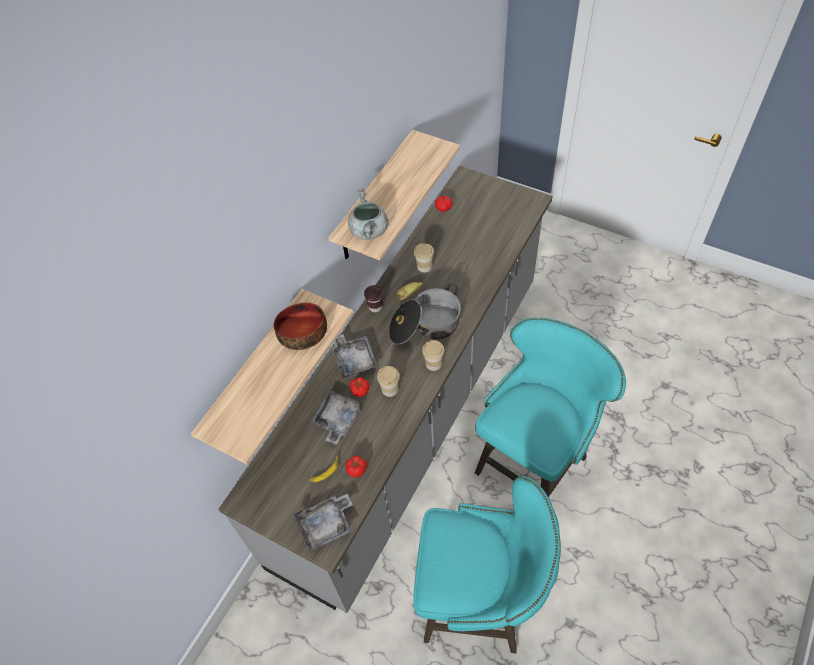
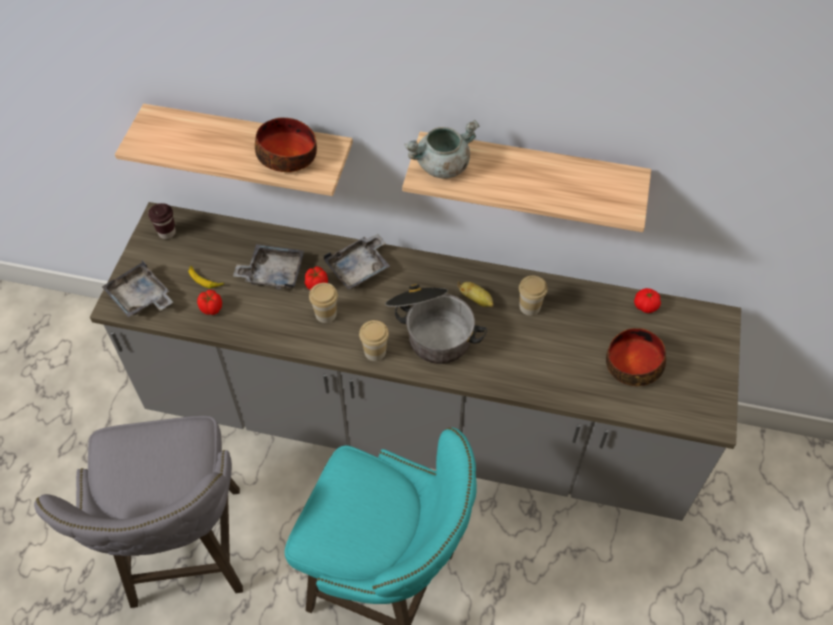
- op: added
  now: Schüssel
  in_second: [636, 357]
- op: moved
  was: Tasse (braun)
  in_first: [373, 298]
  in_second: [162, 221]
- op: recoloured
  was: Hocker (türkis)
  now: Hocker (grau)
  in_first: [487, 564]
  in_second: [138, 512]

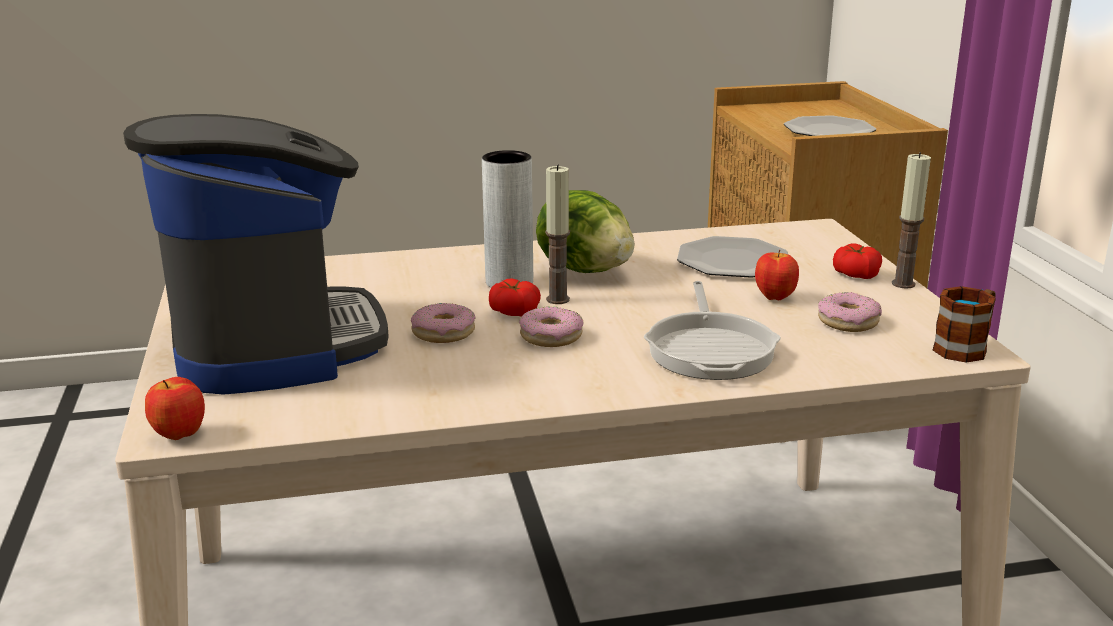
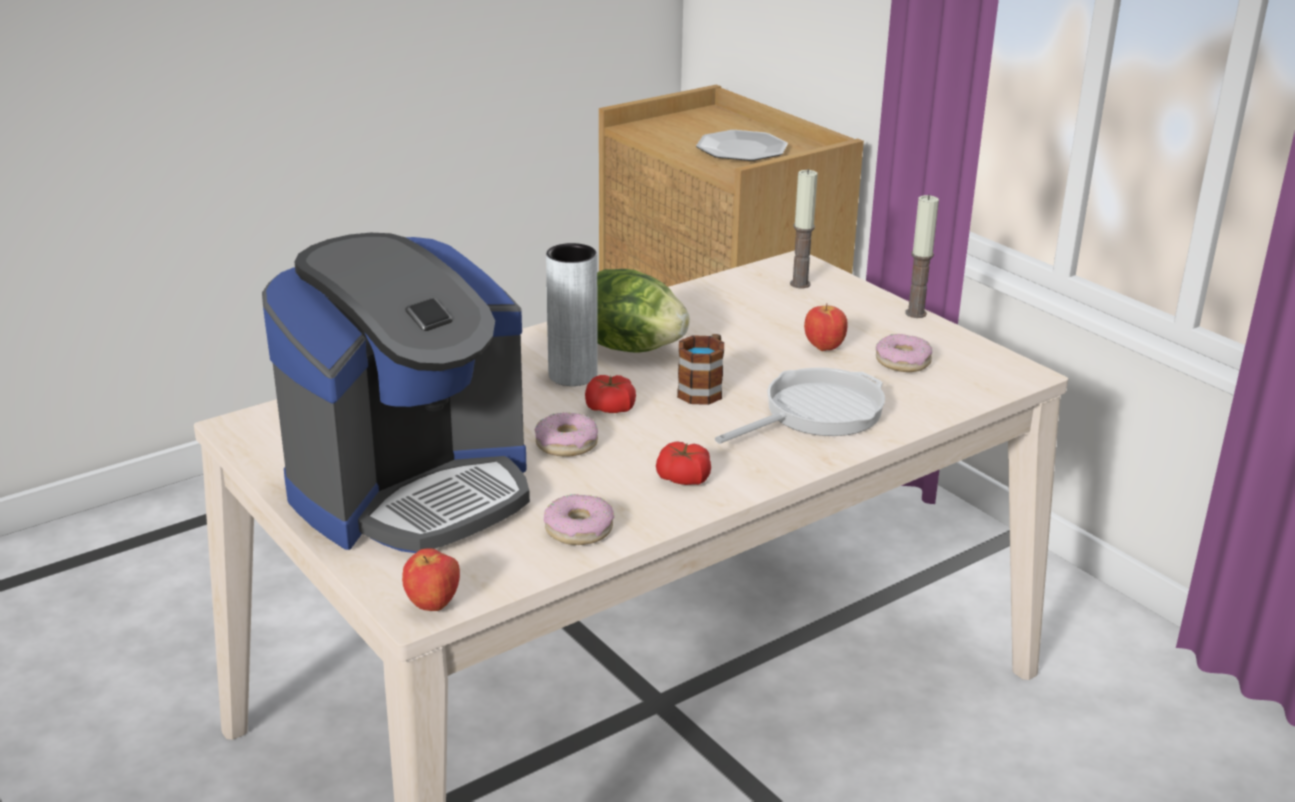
- op: removed
  was: Teller
  in_first: [732, 257]
- op: moved
  was: Donut
  in_first: [551, 326]
  in_second: [579, 519]
- op: moved
  was: Kerze
  in_first: [557, 234]
  in_second: [804, 228]
- op: moved
  was: Tomate
  in_first: [857, 261]
  in_second: [683, 463]
- op: moved
  was: Henkelbecher
  in_first: [964, 324]
  in_second: [700, 369]
- op: turned
  was: Kaffeemaschine
  in_first: [256, 254]
  in_second: [396, 393]
  clockwise: 90
- op: turned
  was: Pfanne
  in_first: [712, 330]
  in_second: [800, 406]
  clockwise: -105

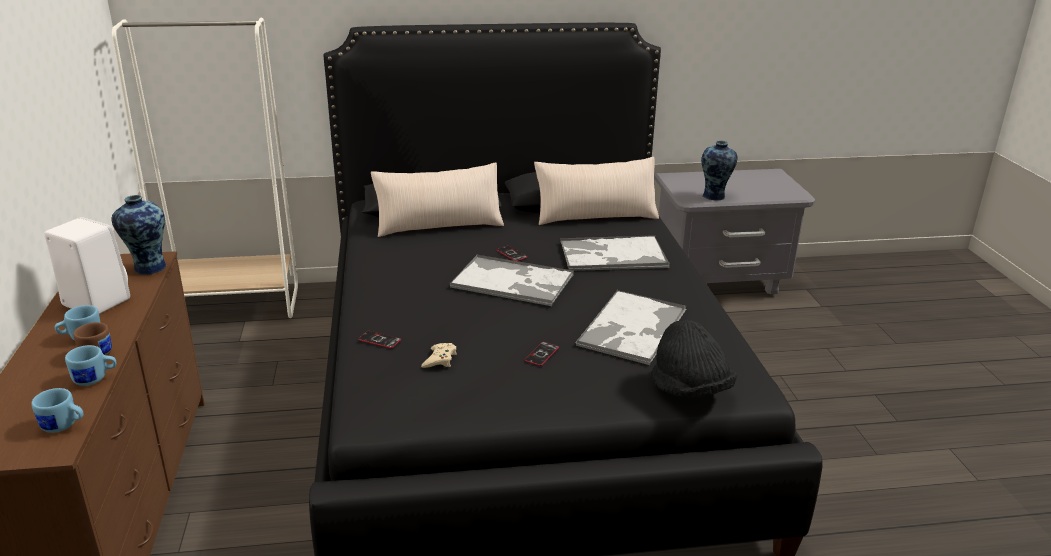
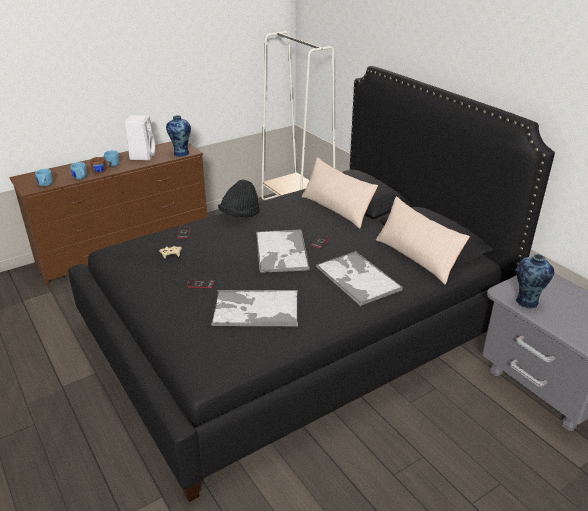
- op: moved
  was: Hut (schwarz)
  in_first: [694, 359]
  in_second: [239, 198]

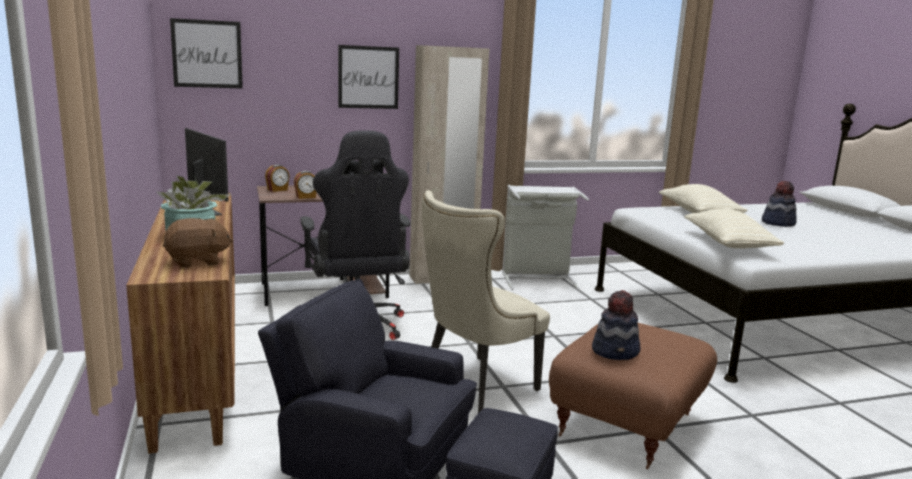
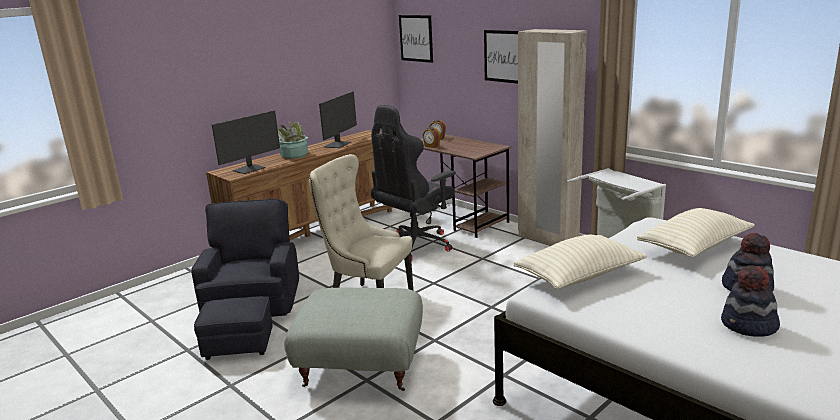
- op: moved
  was: Hut
  in_first: [616, 325]
  in_second: [750, 301]
- op: replaced
  was: Plüschtier (braun)
  now: Monitor
  in_first: [198, 242]
  in_second: [246, 142]
- op: recoloured
  was: Polsterhocker (braun)
  now: Polsterhocker (grau)
  in_first: [633, 396]
  in_second: [353, 339]

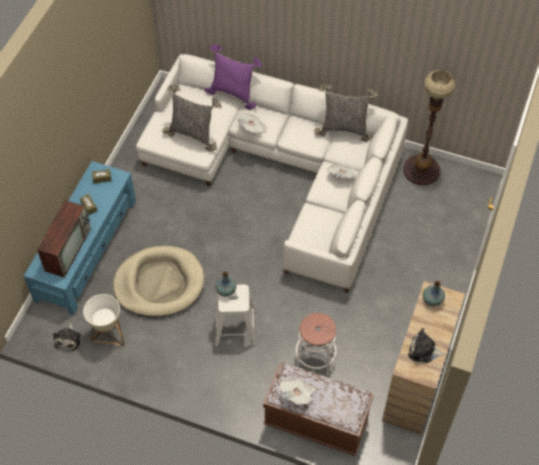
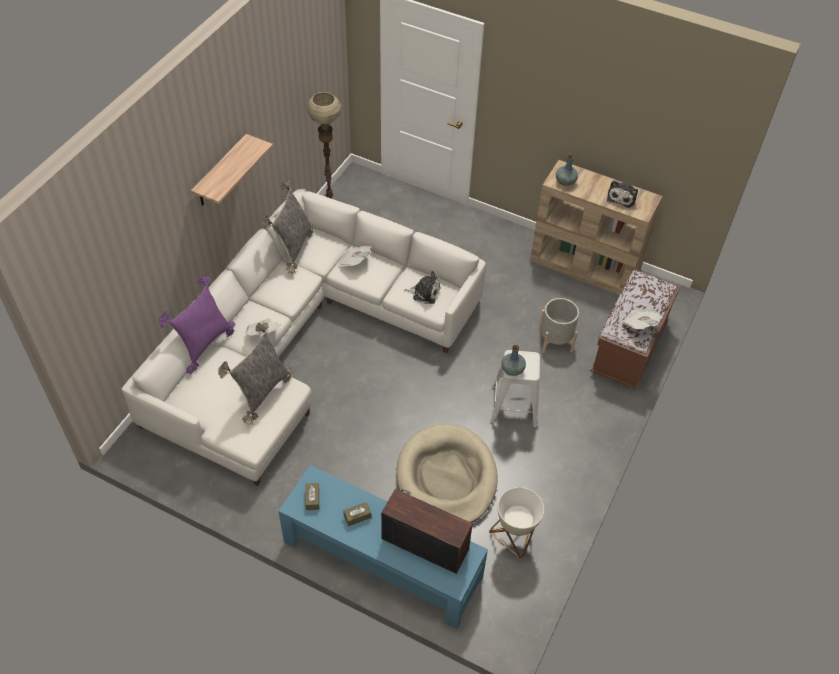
- op: added
  now: Wandregal
  in_second: [232, 170]
- op: moved
  was: Plüschtier
  in_first: [67, 336]
  in_second: [422, 287]
- op: replaced
  was: Hocker (weiß)
  now: Pflanzkübel (grau)
  in_first: [316, 344]
  in_second: [559, 325]

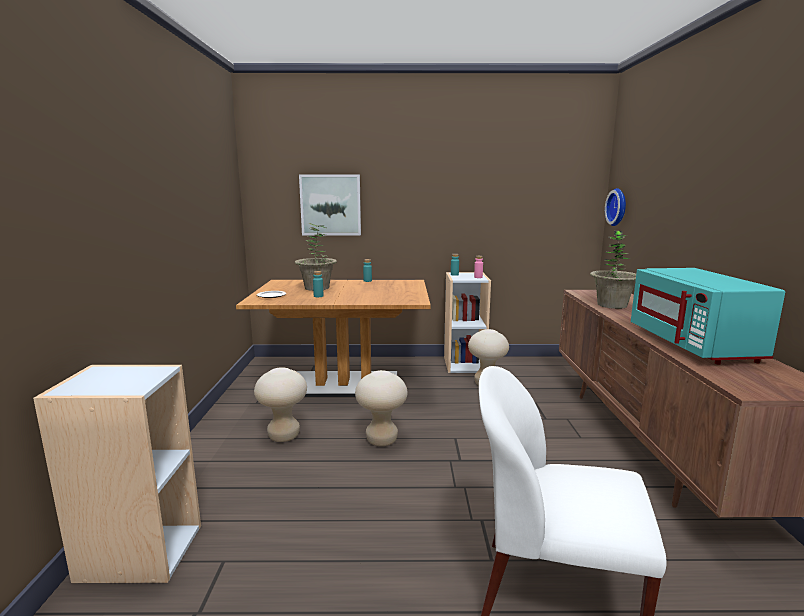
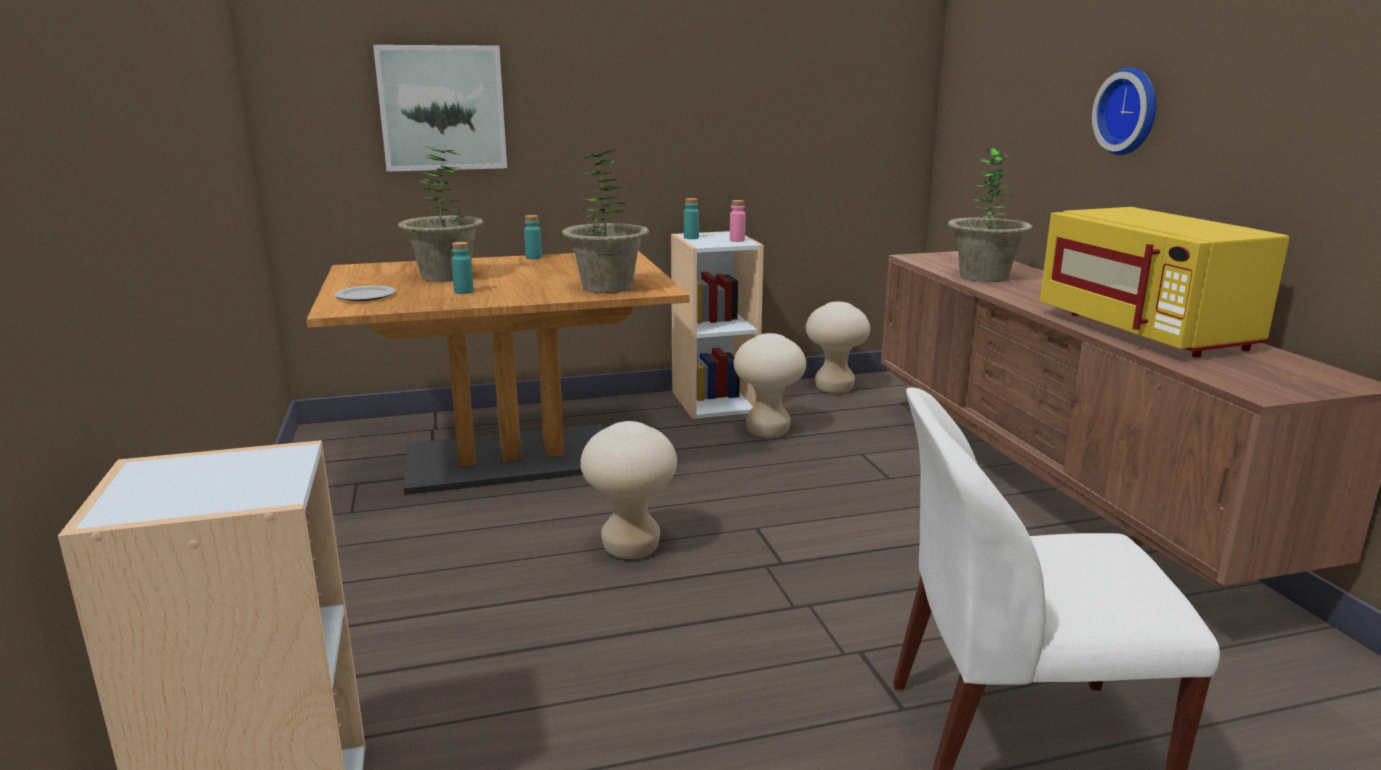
- op: added
  now: Topfpflanze
  in_second: [605, 221]
- op: moved
  was: Hocker (beige)
  in_first: [280, 404]
  in_second: [838, 347]
- op: moved
  was: Wanduhr
  in_first: [615, 207]
  in_second: [1124, 111]
- op: recoloured
  was: Mikrowelle (türkis)
  now: Mikrowelle (gelb)
  in_first: [708, 316]
  in_second: [1165, 282]

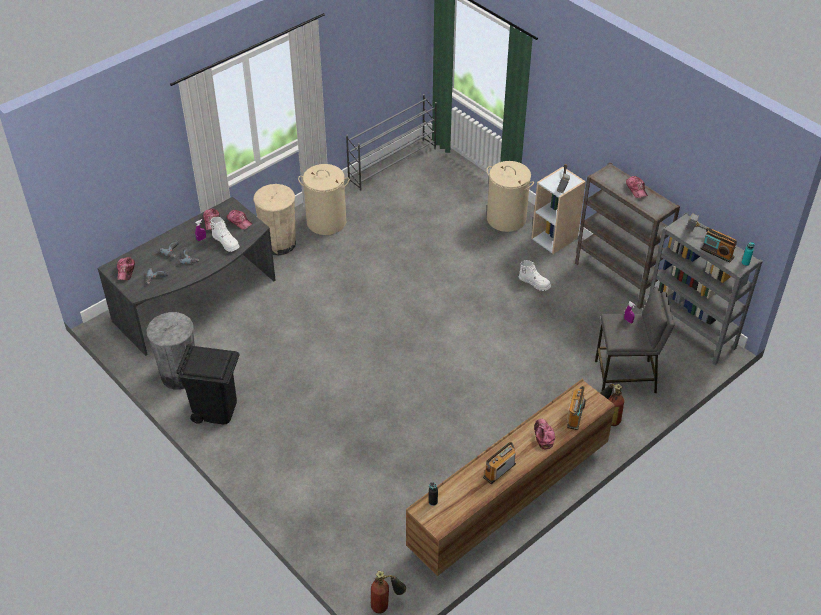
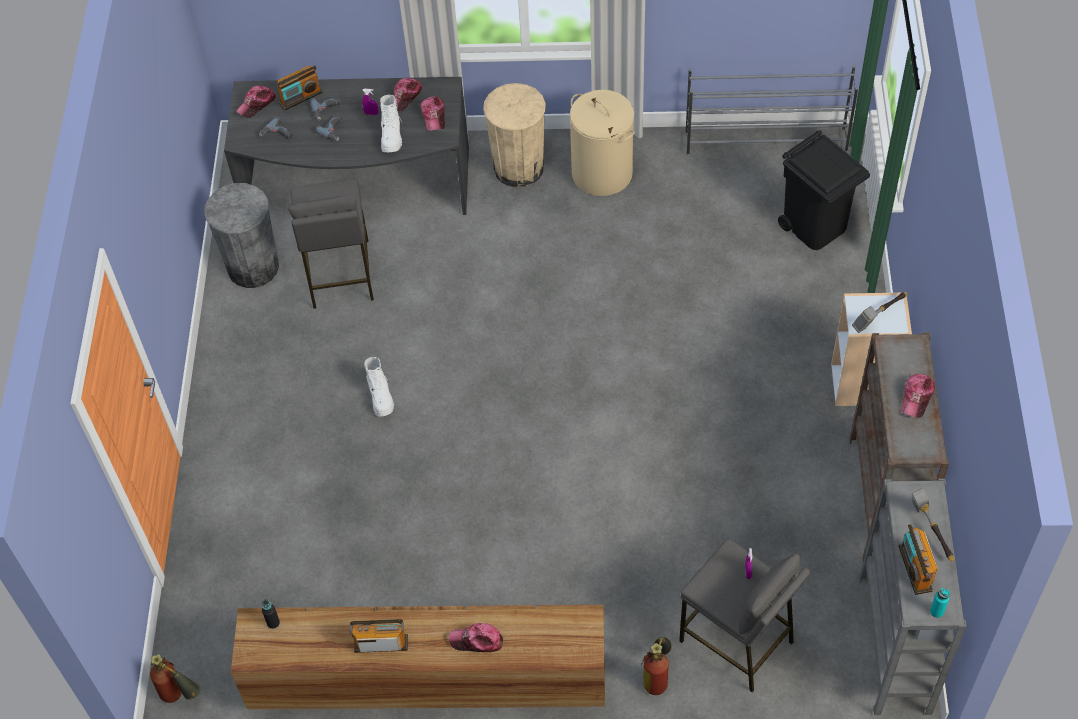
- op: removed
  was: Wäschekorb (beige)
  in_first: [510, 196]
- op: added
  now: Hocker (grau)
  in_second: [331, 244]
- op: moved
  was: Mülleimer (schwarz)
  in_first: [208, 384]
  in_second: [824, 190]
- op: moved
  was: Stiefel (weiß)
  in_first: [535, 275]
  in_second: [379, 387]
- op: moved
  was: Radio
  in_first: [576, 408]
  in_second: [299, 88]
- op: turned
  was: Kappe
  in_first: [544, 434]
  in_second: [476, 637]
  clockwise: -120

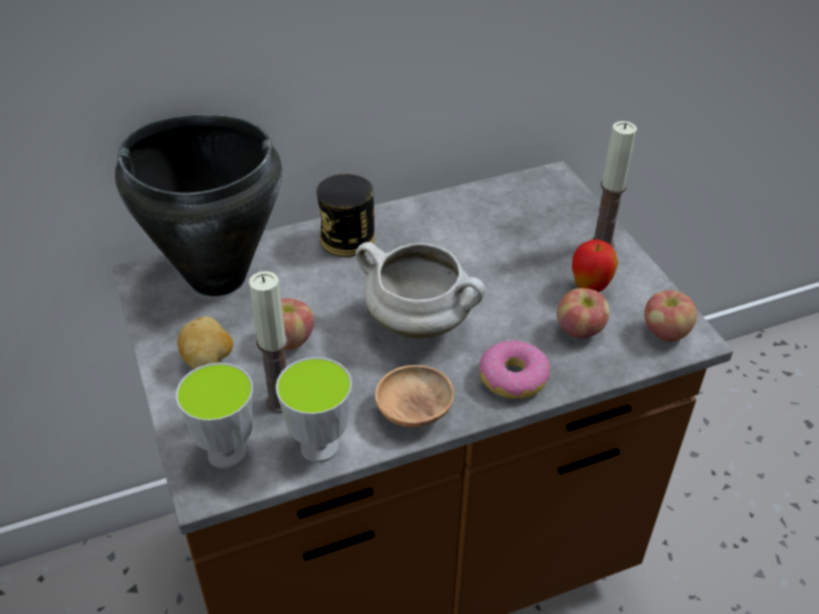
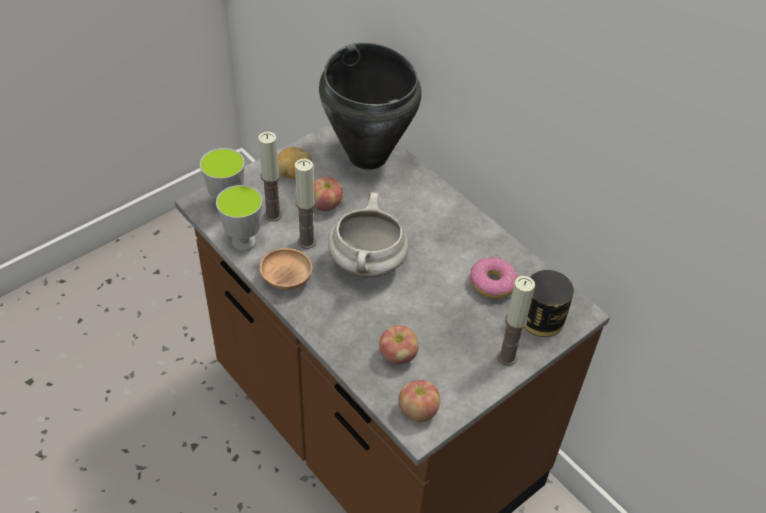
- op: removed
  was: Apfel
  in_first: [595, 266]
- op: added
  now: Kerze
  in_second: [305, 204]
- op: moved
  was: Dose
  in_first: [345, 215]
  in_second: [549, 303]
- op: moved
  was: Donut
  in_first: [514, 369]
  in_second: [494, 278]

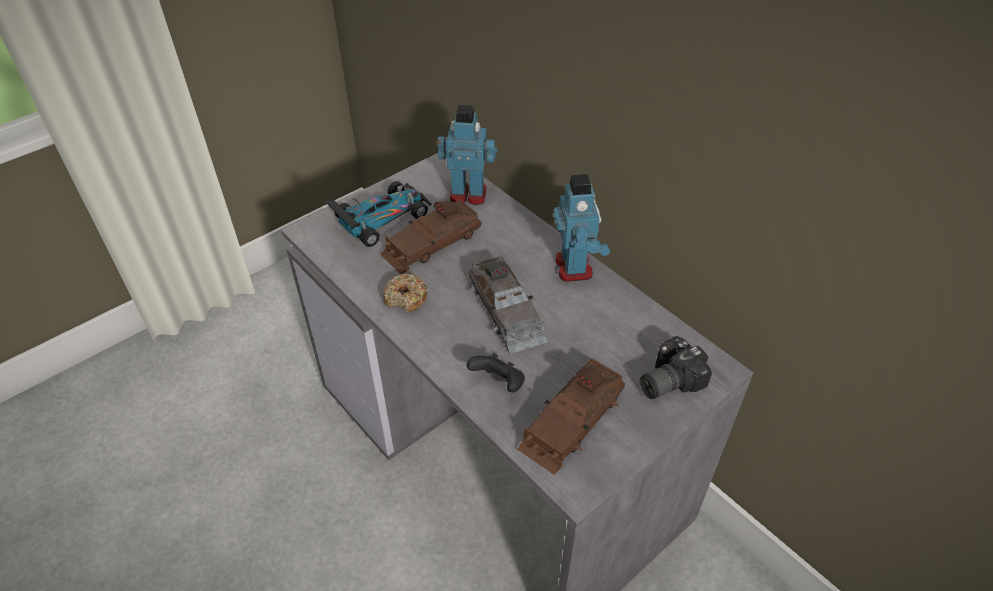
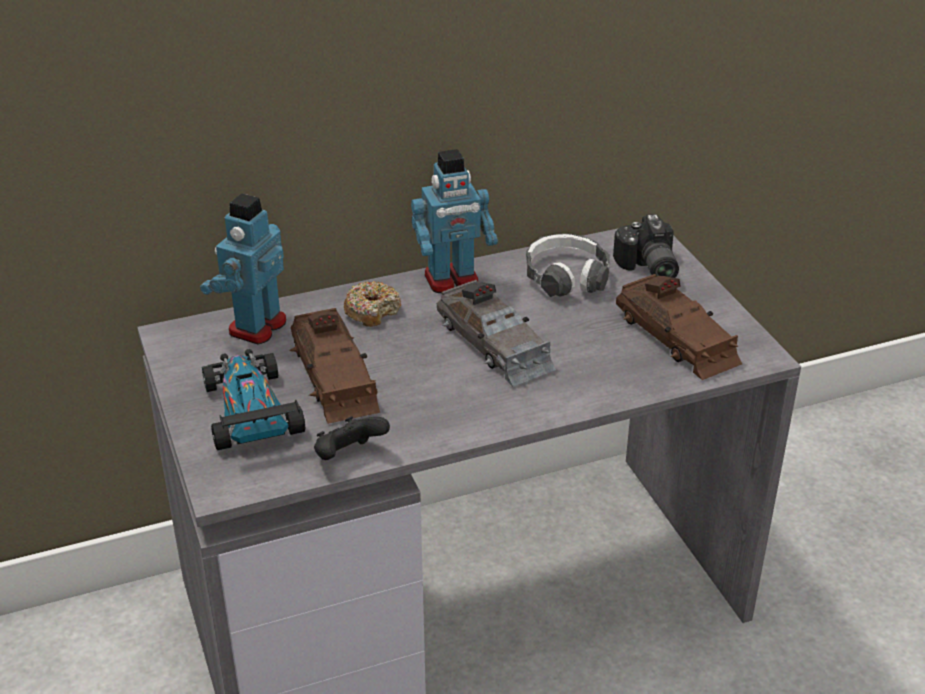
- op: added
  now: Kopfhörer
  in_second: [568, 265]
- op: moved
  was: Donut
  in_first: [405, 293]
  in_second: [372, 304]
- op: moved
  was: Gamepad (schwarz)
  in_first: [496, 372]
  in_second: [352, 438]
- op: turned
  was: Spielzeugauto (grau)
  in_first: [508, 304]
  in_second: [496, 333]
  clockwise: 60
- op: turned
  was: Spielzeugroboter
  in_first: [581, 228]
  in_second: [454, 221]
  clockwise: 150

